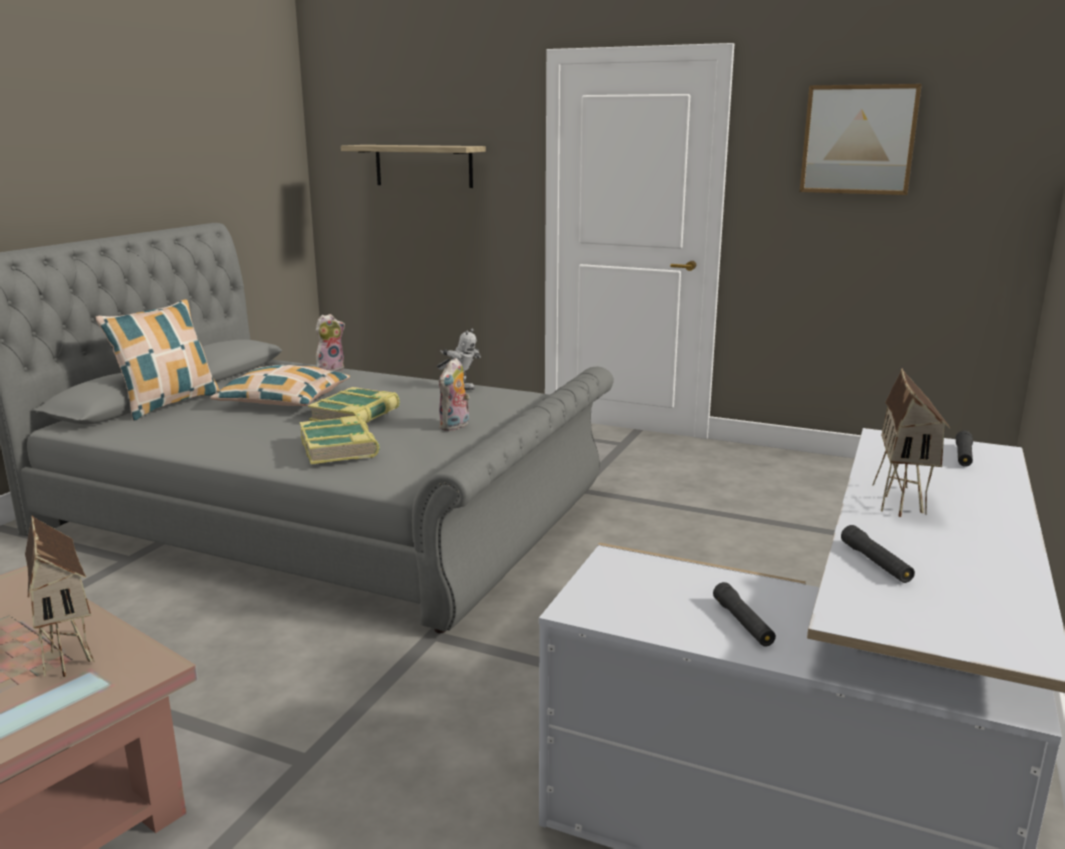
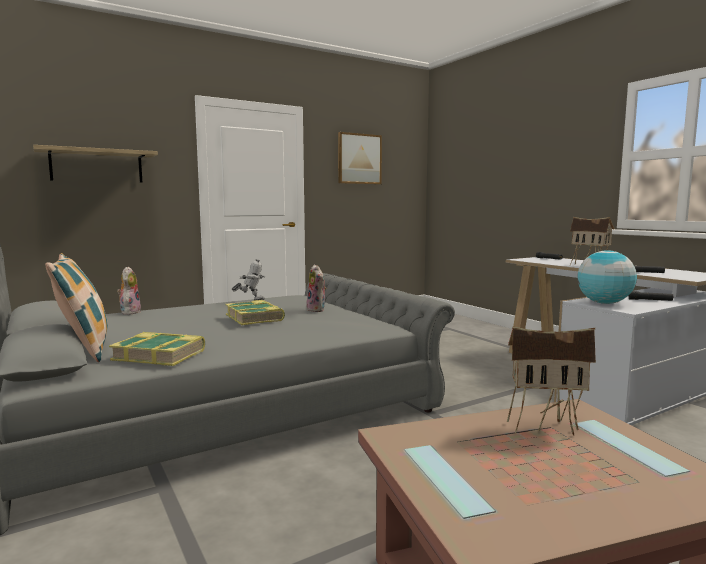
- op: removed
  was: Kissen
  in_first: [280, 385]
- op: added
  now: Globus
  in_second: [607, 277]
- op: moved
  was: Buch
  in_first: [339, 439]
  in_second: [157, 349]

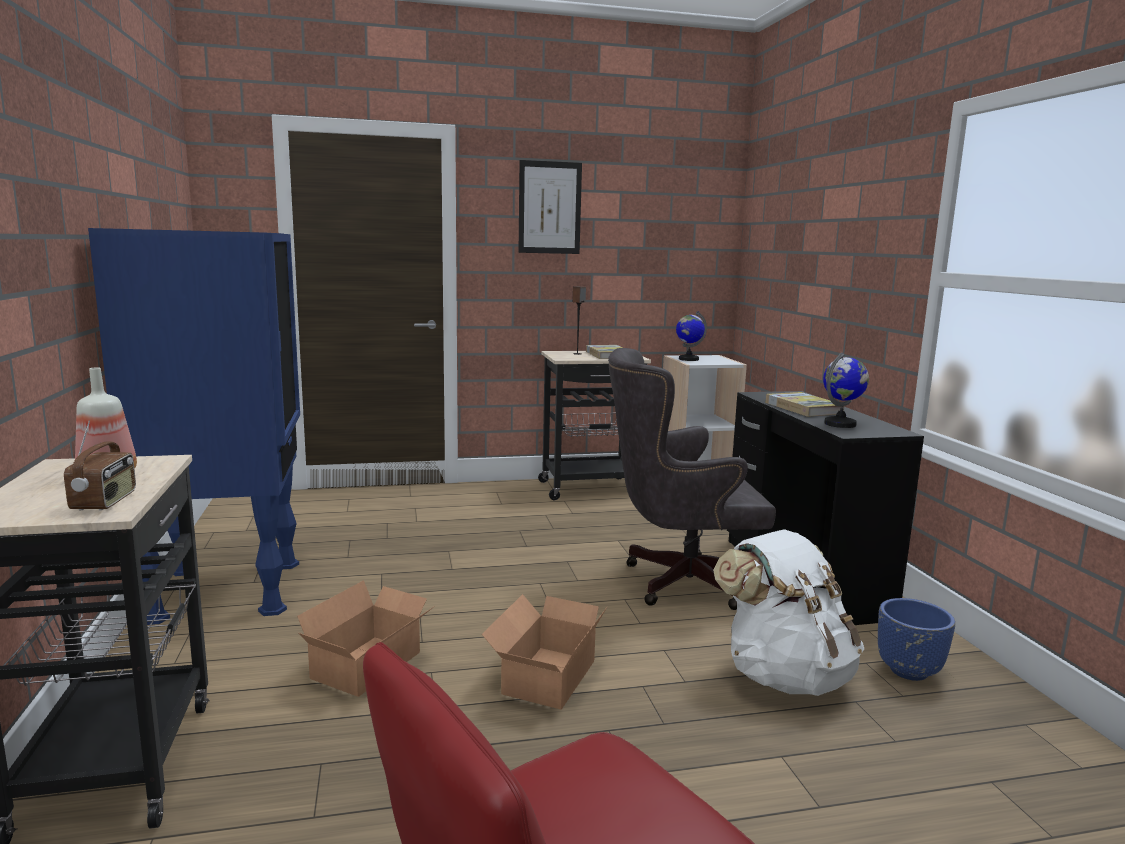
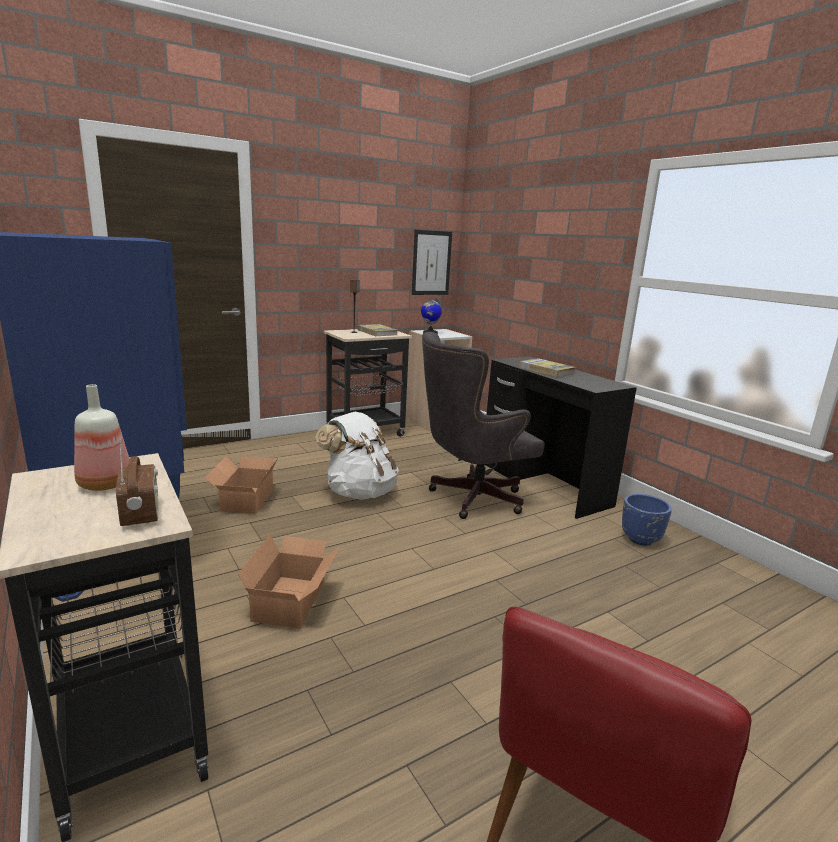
- op: removed
  was: Globus
  in_first: [846, 390]
- op: moved
  was: Karton
  in_first: [545, 652]
  in_second: [242, 485]
- op: moved
  was: Bild
  in_first: [550, 207]
  in_second: [432, 262]
- op: moved
  was: Rucksack (weiß)
  in_first: [788, 612]
  in_second: [357, 456]

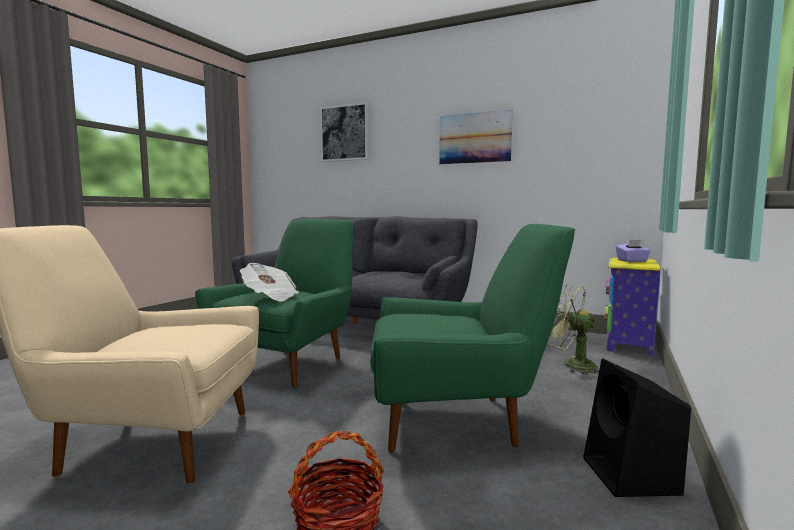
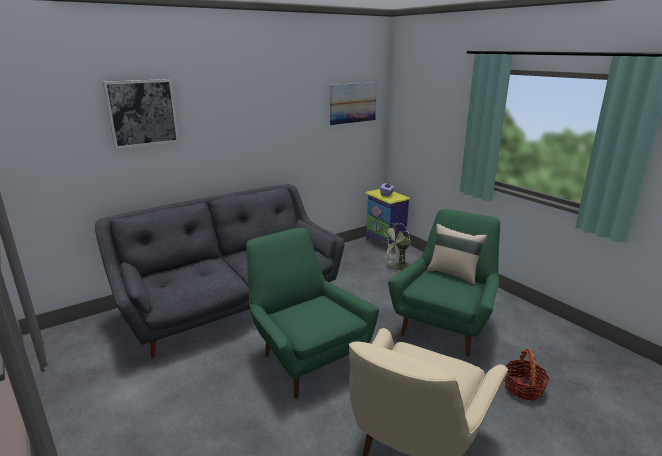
- op: removed
  was: Zeitung
  in_first: [269, 282]
- op: removed
  was: Lautsprecher (schwarz)
  in_first: [637, 427]
- op: added
  now: Kissen (beige)
  in_second: [457, 254]
- op: moved
  was: Bild
  in_first: [475, 136]
  in_second: [353, 103]

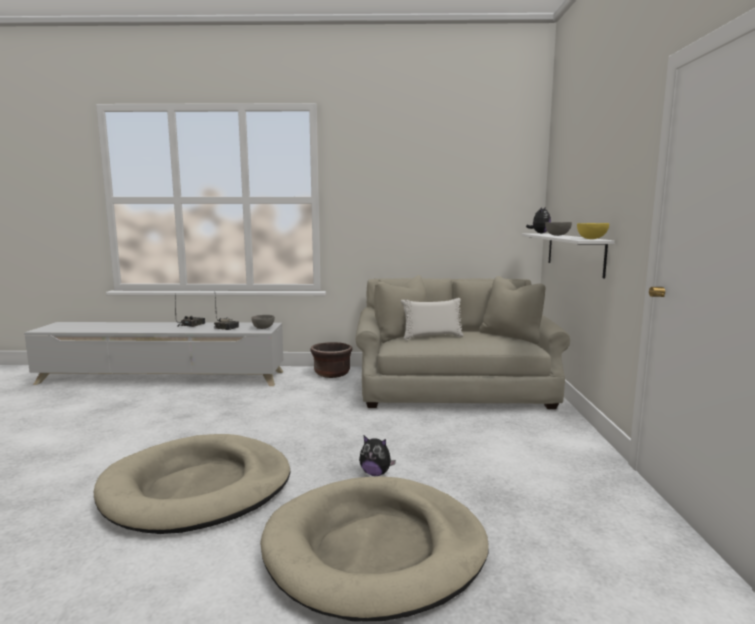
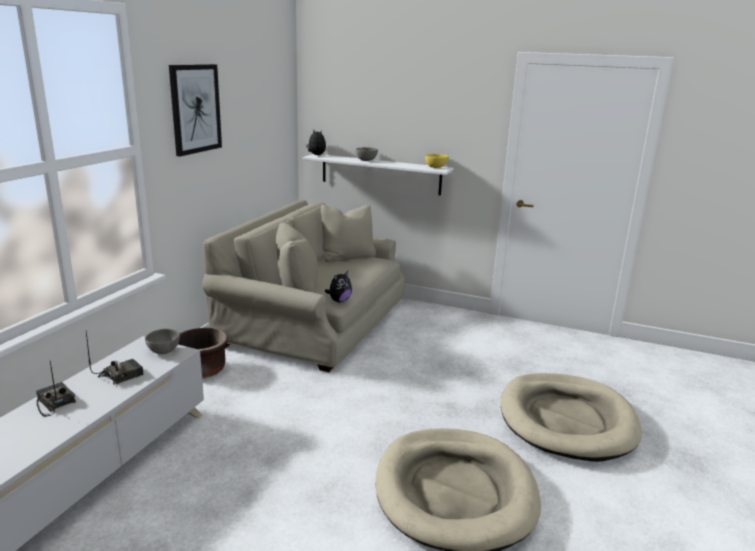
- op: removed
  was: Kissen (weiß)
  in_first: [432, 319]
- op: added
  now: Bild
  in_second: [195, 110]
- op: moved
  was: Plüschtier
  in_first: [377, 456]
  in_second: [338, 286]

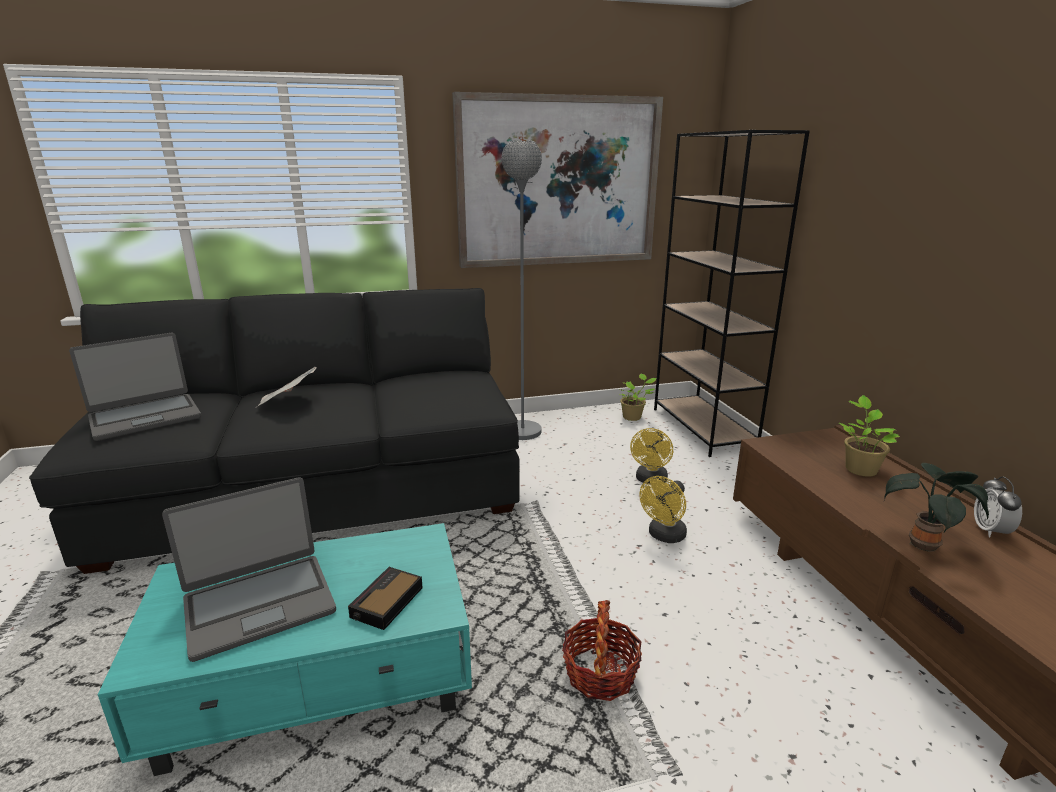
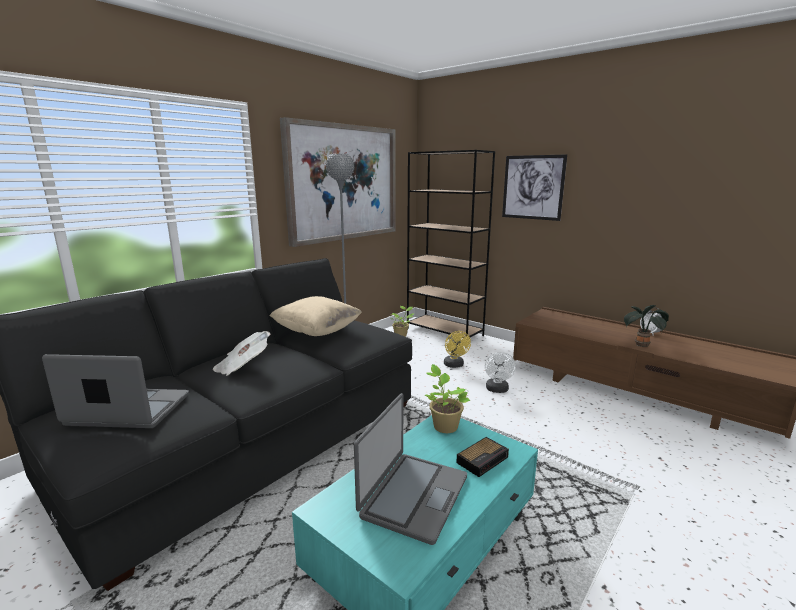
- op: removed
  was: Korb
  in_first: [602, 650]
- op: added
  now: Kissen (beige)
  in_second: [315, 316]
- op: added
  now: Bild
  in_second: [534, 187]
- op: moved
  was: Topfpflanze
  in_first: [869, 436]
  in_second: [447, 398]
- op: recoloured
  was: Ventilator (gelb)
  now: Ventilator (weiß)
  in_first: [663, 509]
  in_second: [500, 372]
- op: turned
  was: Laptop
  in_first: [135, 387]
  in_second: [115, 391]
  clockwise: -105
- op: turned
  was: Wecker
  in_first: [385, 598]
  in_second: [482, 457]
  clockwise: -120

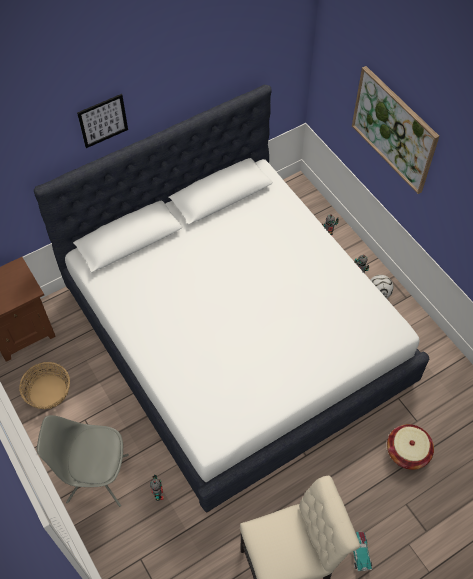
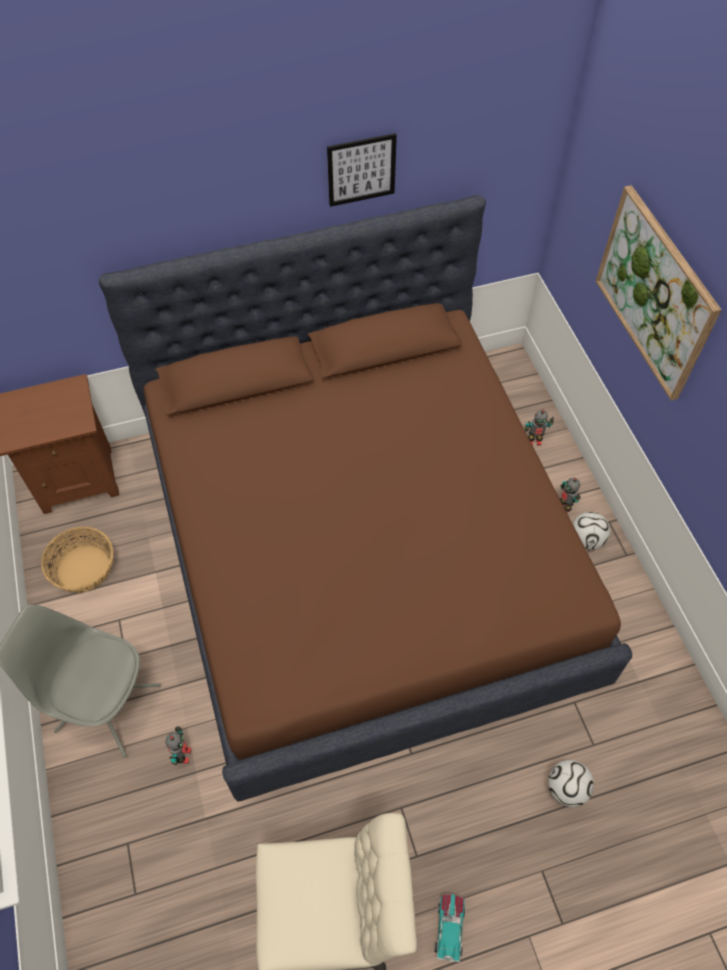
- op: moved
  was: Bild
  in_first: [102, 121]
  in_second: [362, 170]
- op: replaced
  was: Korb
  now: Fußball
  in_first: [410, 447]
  in_second: [571, 783]
- op: recoloured
  was: Bett (weiß)
  now: Bett (braun)
  in_first: [231, 299]
  in_second: [365, 498]

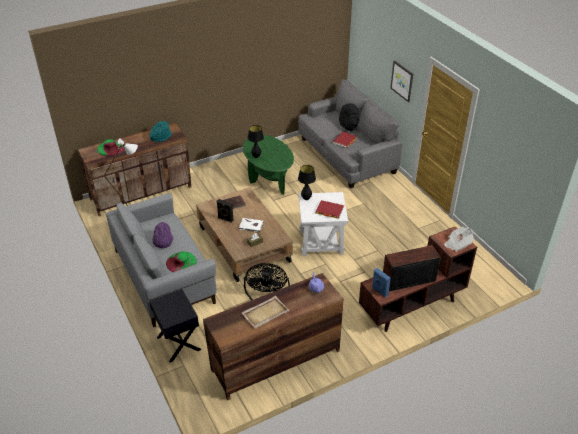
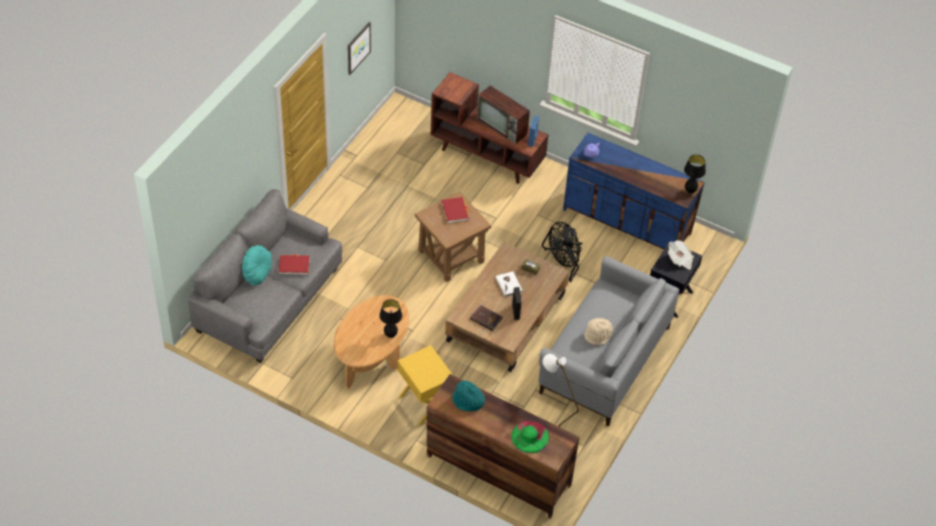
- op: removed
  was: Hut (grün)
  in_first: [181, 261]
- op: removed
  was: Tablett (beige)
  in_first: [265, 312]
- op: added
  now: Beistelltisch (gelb)
  in_second: [425, 385]
- op: moved
  was: Tischlampe (schwarz)
  in_first: [307, 182]
  in_second: [695, 174]
- op: moved
  was: Bild
  in_first: [401, 81]
  in_second: [359, 48]
- op: moved
  was: Zeitung
  in_first: [459, 239]
  in_second: [681, 255]
- op: recoloured
  was: Hut (lila)
  now: Hut (beige)
  in_first: [162, 235]
  in_second: [598, 331]
- op: recoloured
  was: Schrank (braun)
  now: Schrank (blau)
  in_first: [273, 336]
  in_second: [634, 191]
- op: recoloured
  was: Couchtisch (grün)
  now: Couchtisch (braun)
  in_first: [268, 165]
  in_second: [371, 342]
- op: recoloured
  was: Beistelltisch (weiß)
  now: Beistelltisch (braun)
  in_first: [323, 224]
  in_second: [453, 237]
- op: recoloured
  was: Kissen (schwarz)
  now: Kissen (türkis)
  in_first: [349, 117]
  in_second: [257, 265]

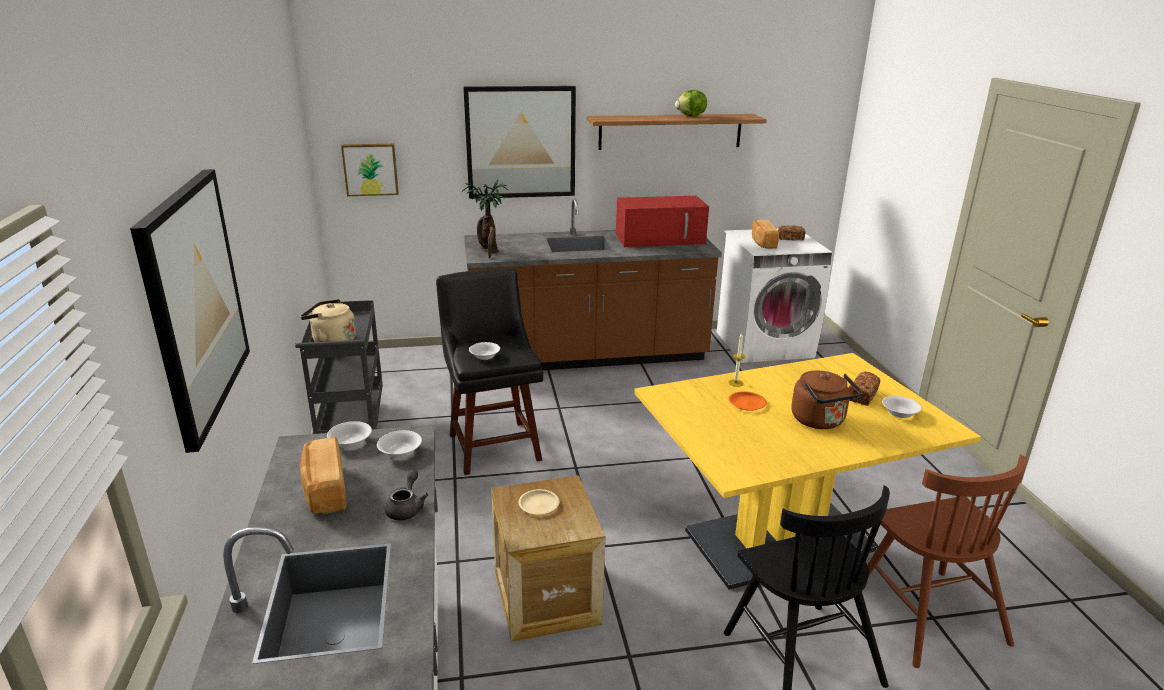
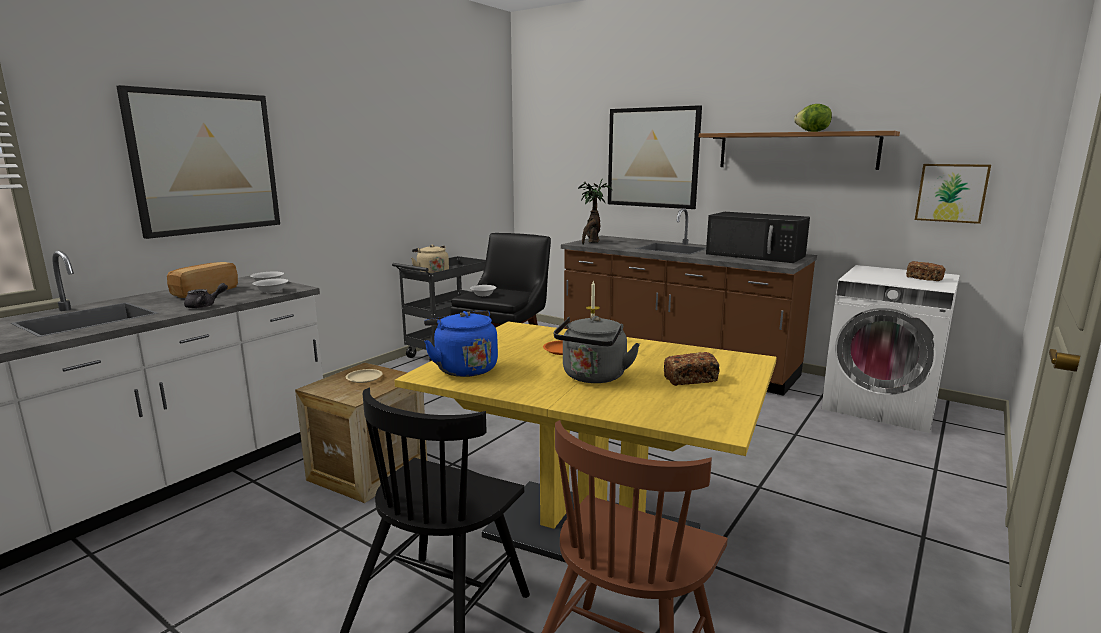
- op: removed
  was: Brot
  in_first: [765, 234]
- op: removed
  was: Schüssel (weiß)
  in_first: [902, 407]
- op: added
  now: Wasserkessel (blau)
  in_second: [461, 344]
- op: moved
  was: Bild
  in_first: [370, 170]
  in_second: [953, 194]
- op: recoloured
  was: Mikrowelle (rot)
  now: Mikrowelle (schwarz)
  in_first: [662, 221]
  in_second: [758, 237]
- op: recoloured
  was: Wasserkessel (braun)
  now: Wasserkessel (grau)
  in_first: [826, 399]
  in_second: [597, 349]

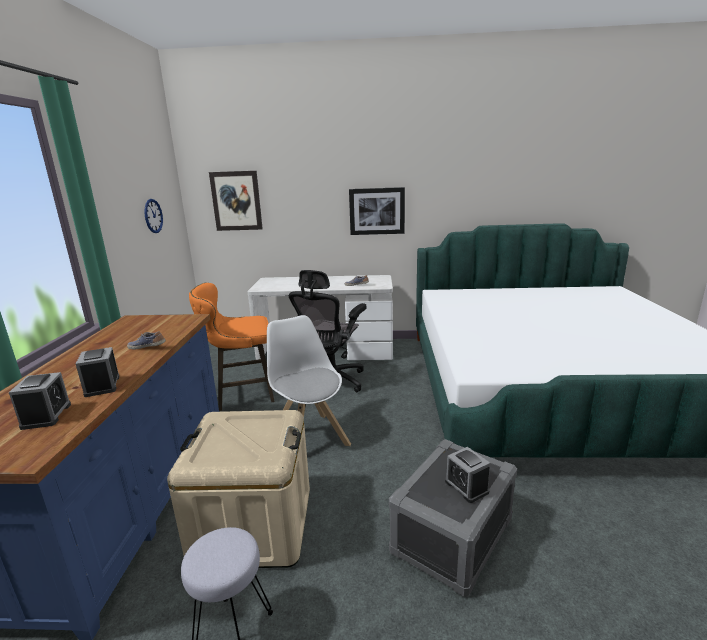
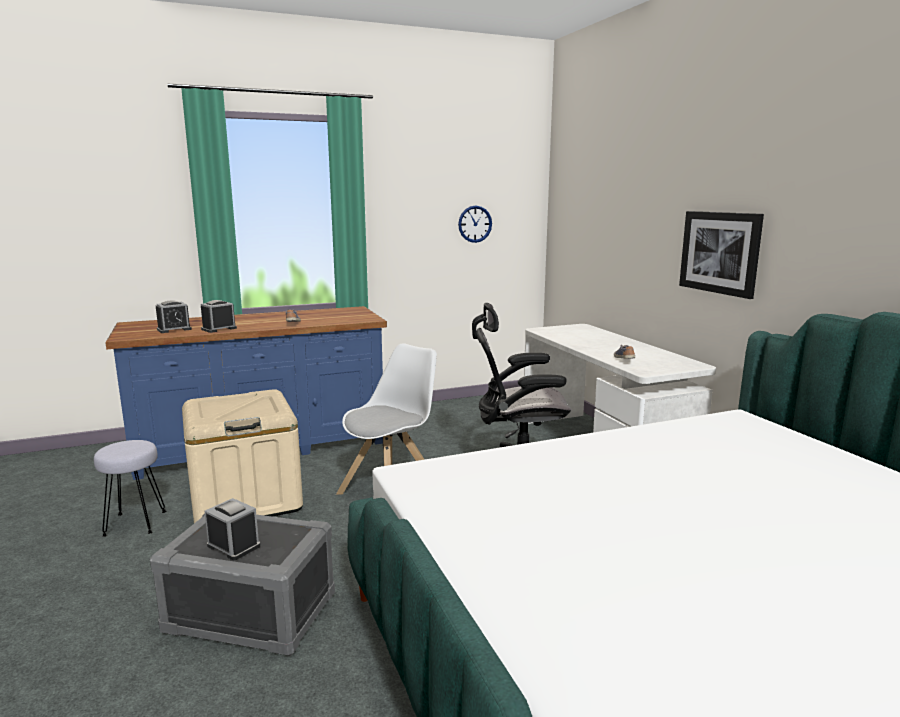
- op: removed
  was: Hocker (orange)
  in_first: [232, 346]
- op: removed
  was: Bild
  in_first: [236, 201]
- op: turned
  was: Wecker
  in_first: [467, 475]
  in_second: [232, 529]
  clockwise: 90

